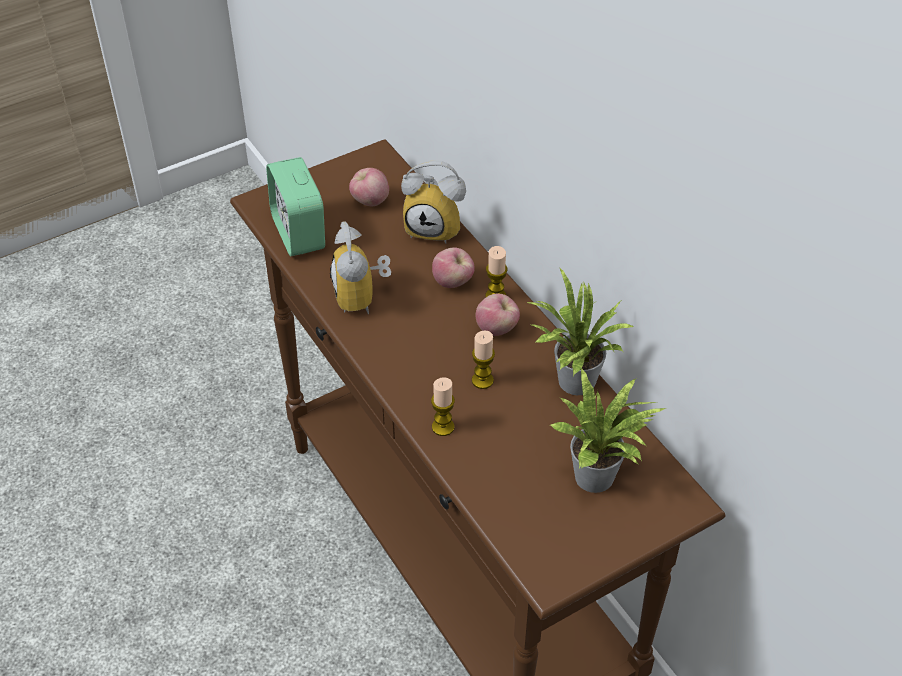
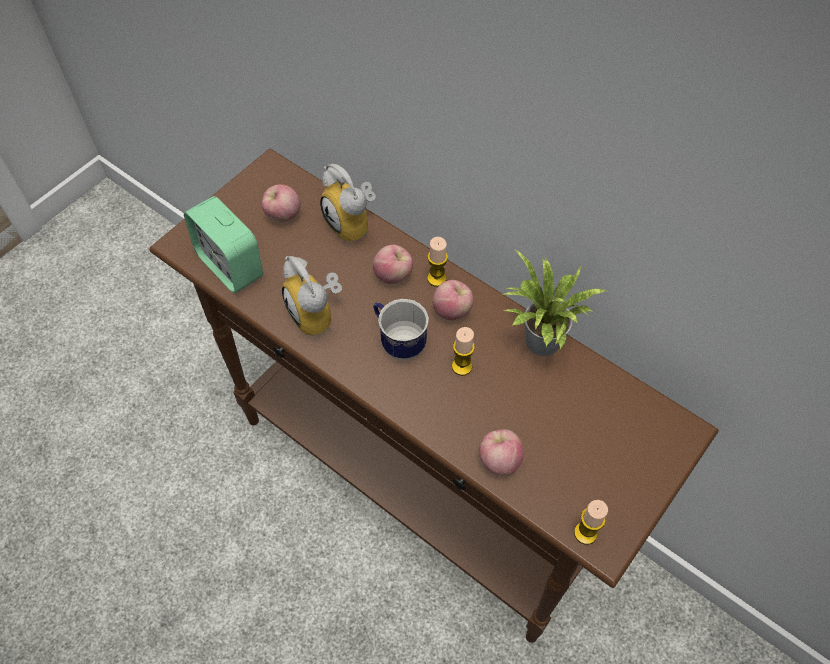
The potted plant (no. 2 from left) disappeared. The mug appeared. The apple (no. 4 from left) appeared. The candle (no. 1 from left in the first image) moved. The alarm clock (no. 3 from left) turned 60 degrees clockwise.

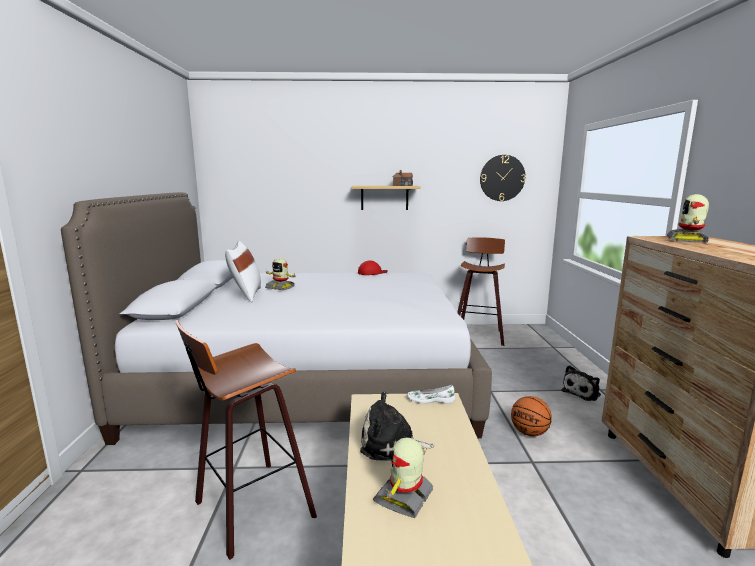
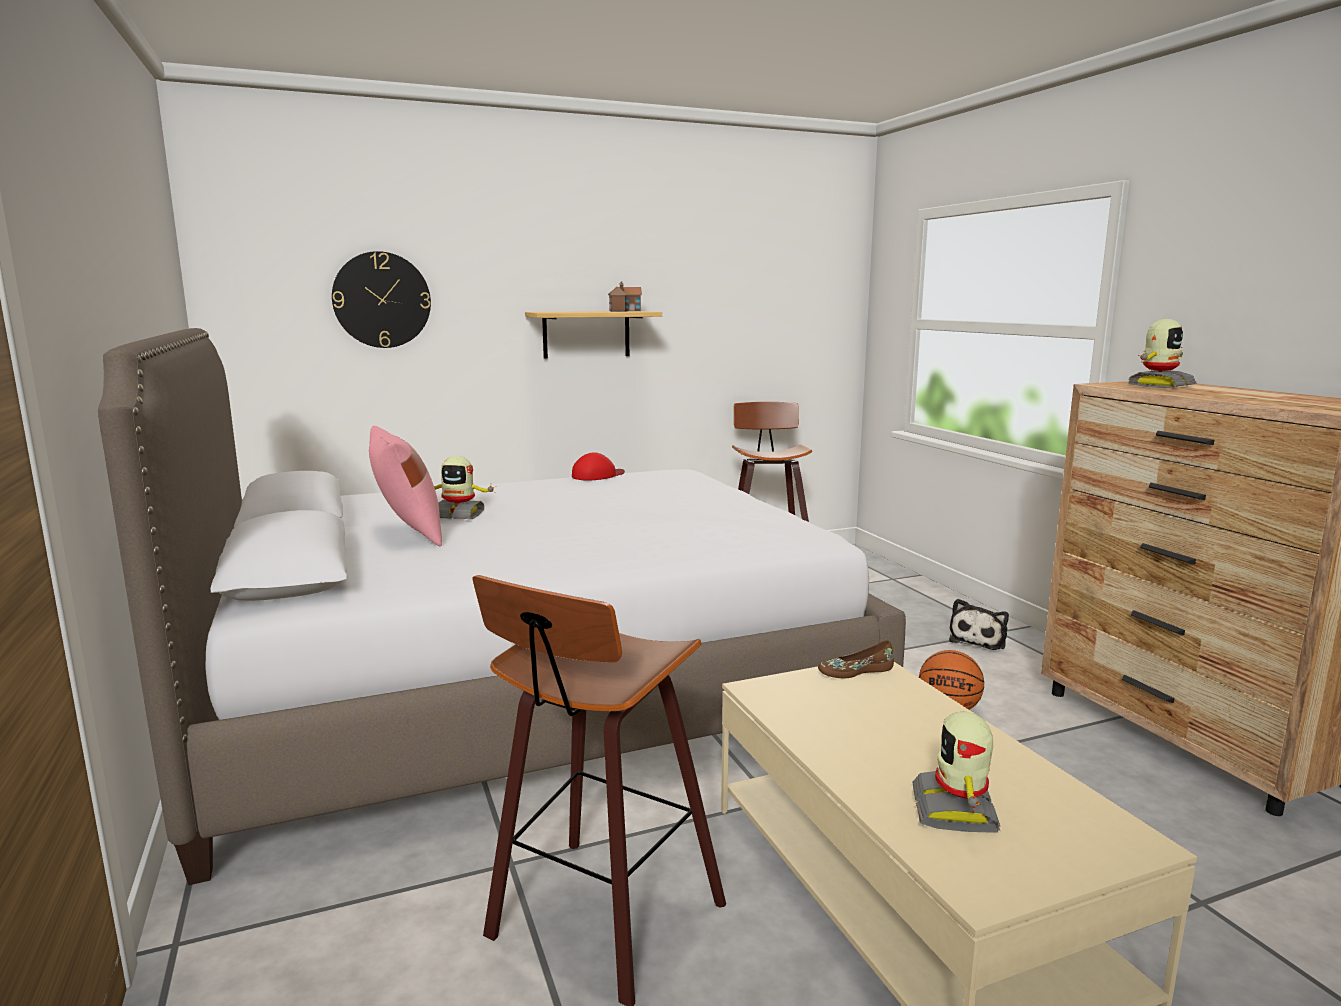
The plush toy (no. 1 from left) disappeared. The wall clock moved. The pillow (white) became the pillow (pink). The shoe (white) became the shoe (brown). The toy robot (no. 3 from left) turned 135 degrees counterclockwise.

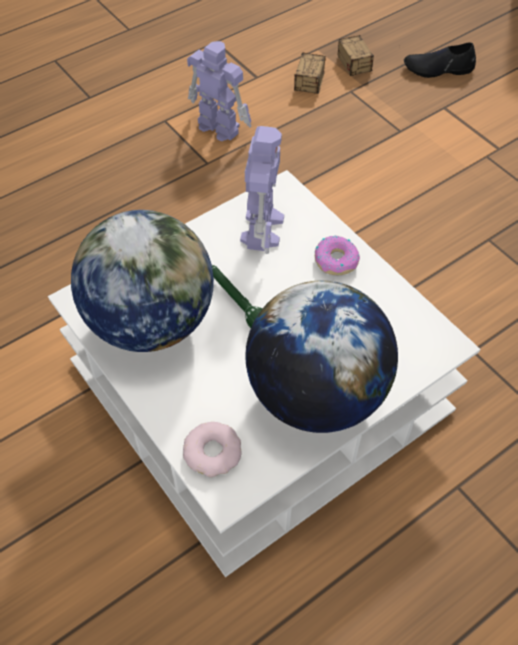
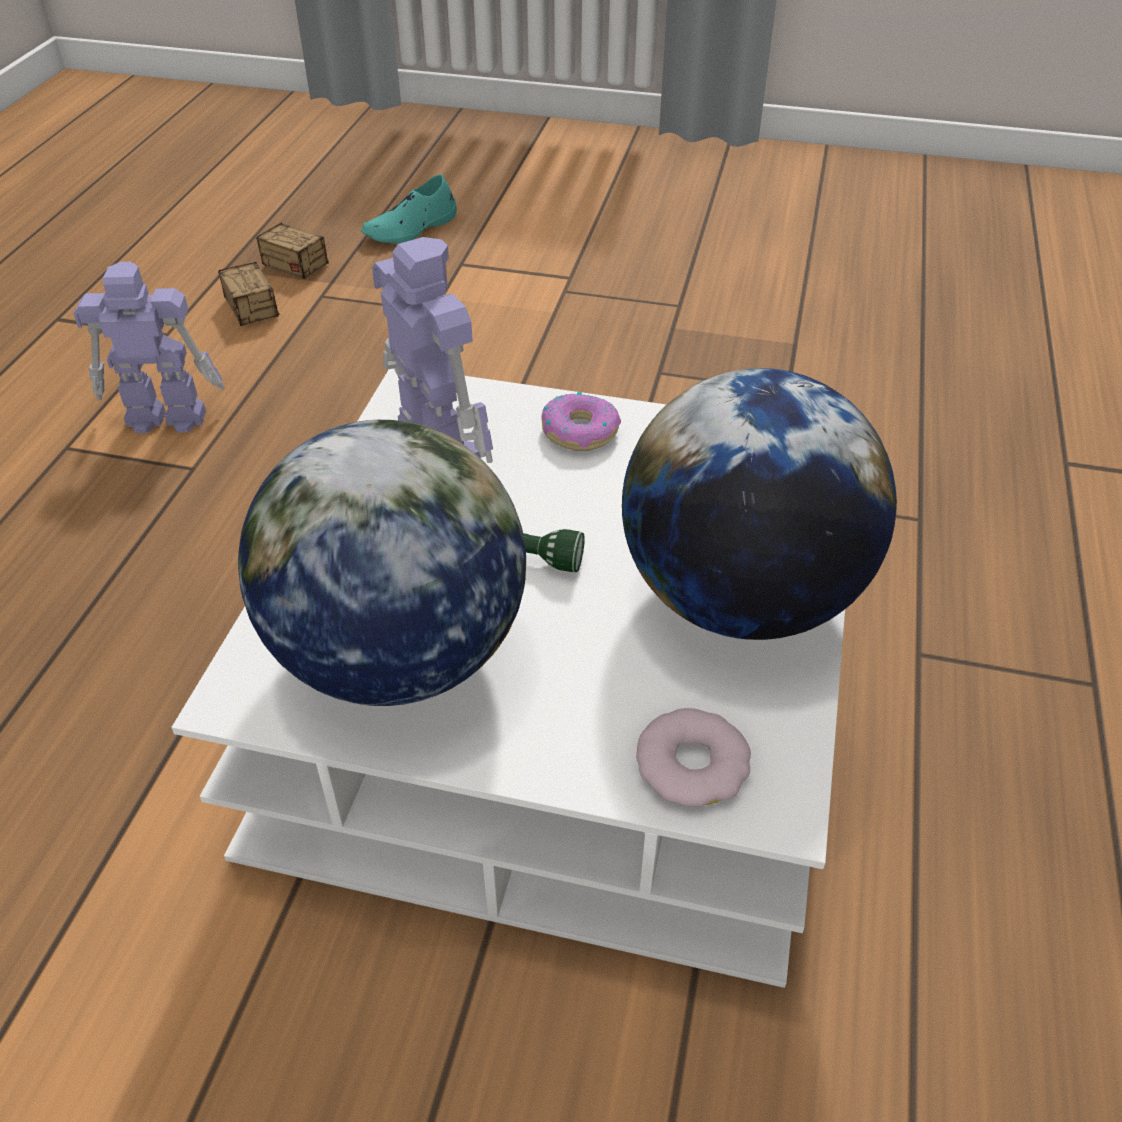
The shoe (black) became the shoe (turquoise).

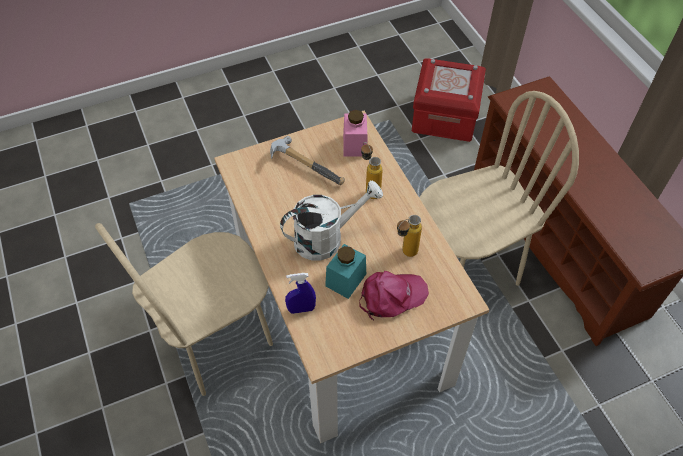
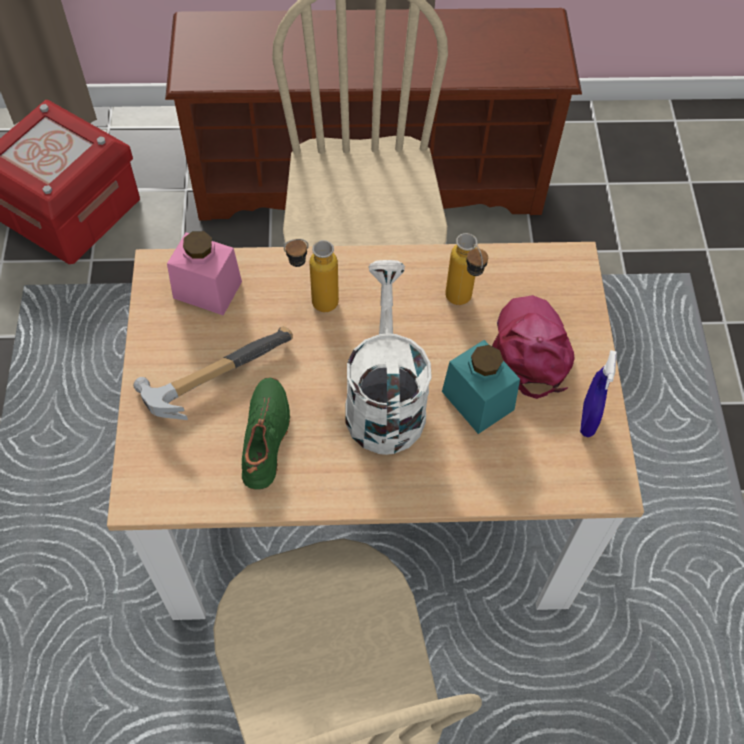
The shoe (green) appeared. The spray bottle (blue) moved.

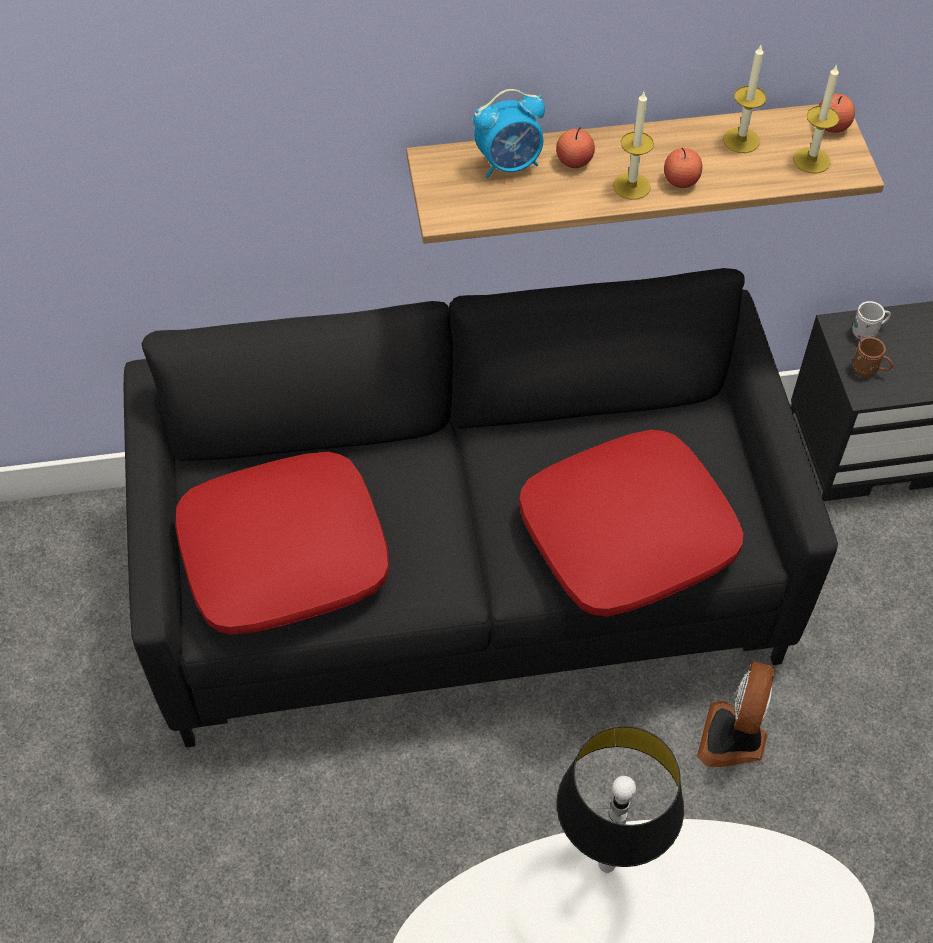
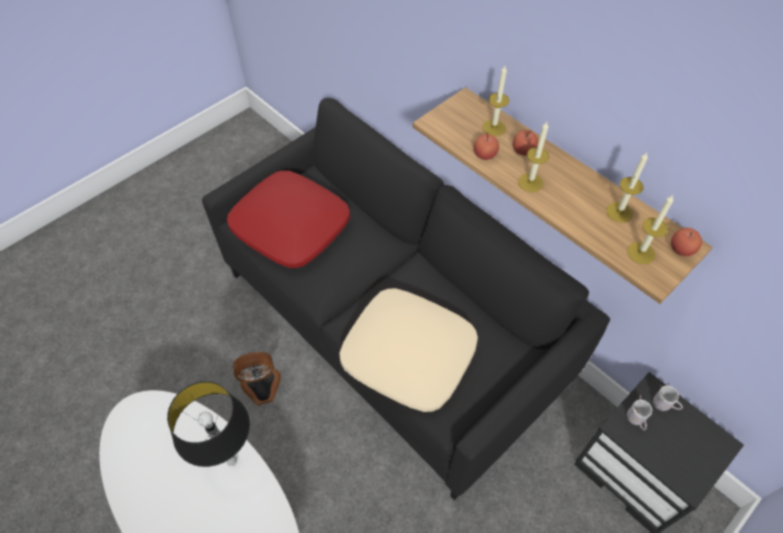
The apple (no. 2 from left in the first image) moved. The fan moved. The alarm clock was replaced by the candle (no. 1 from left). The pillow (red) (no. 2 from left) became the pillow (beige). The mug (brown) became the mug (white) (no. 1 from left).

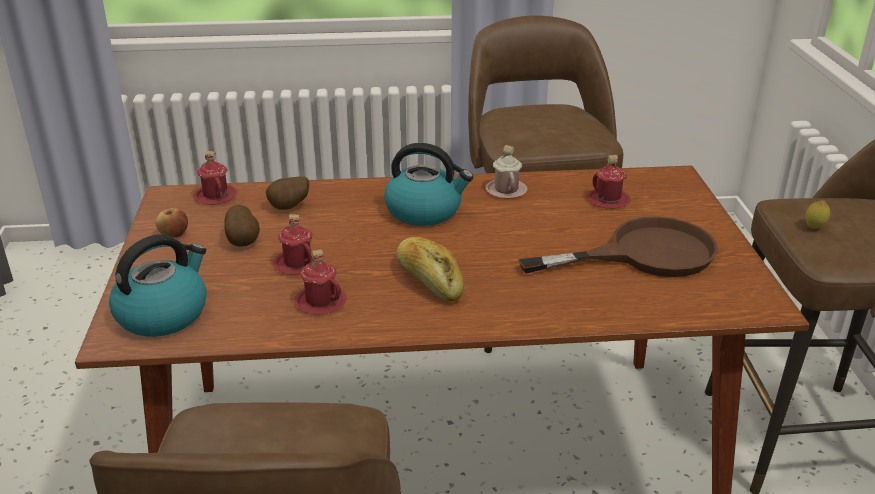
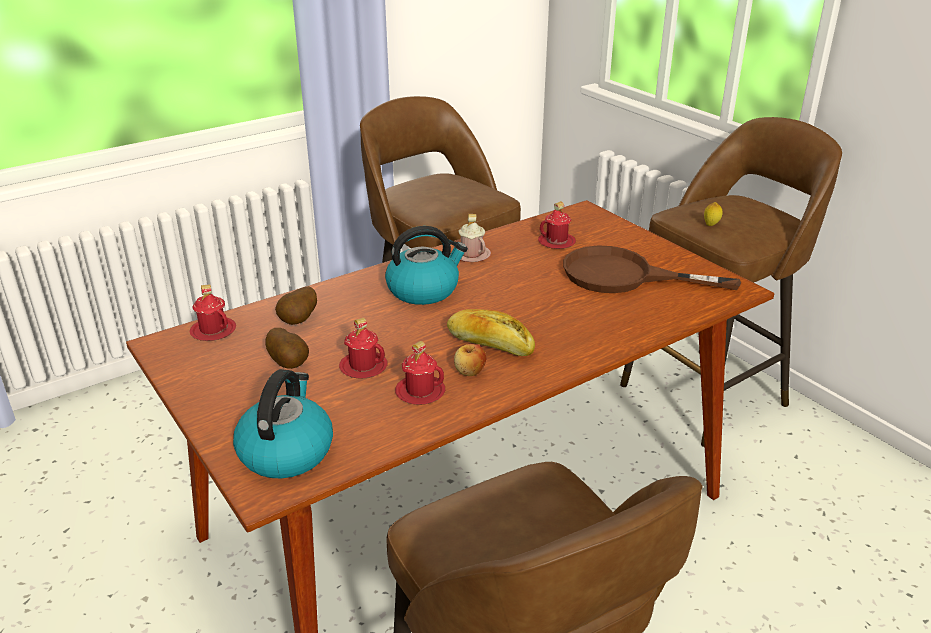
The apple moved. The frying pan (brown) turned 120 degrees counterclockwise.

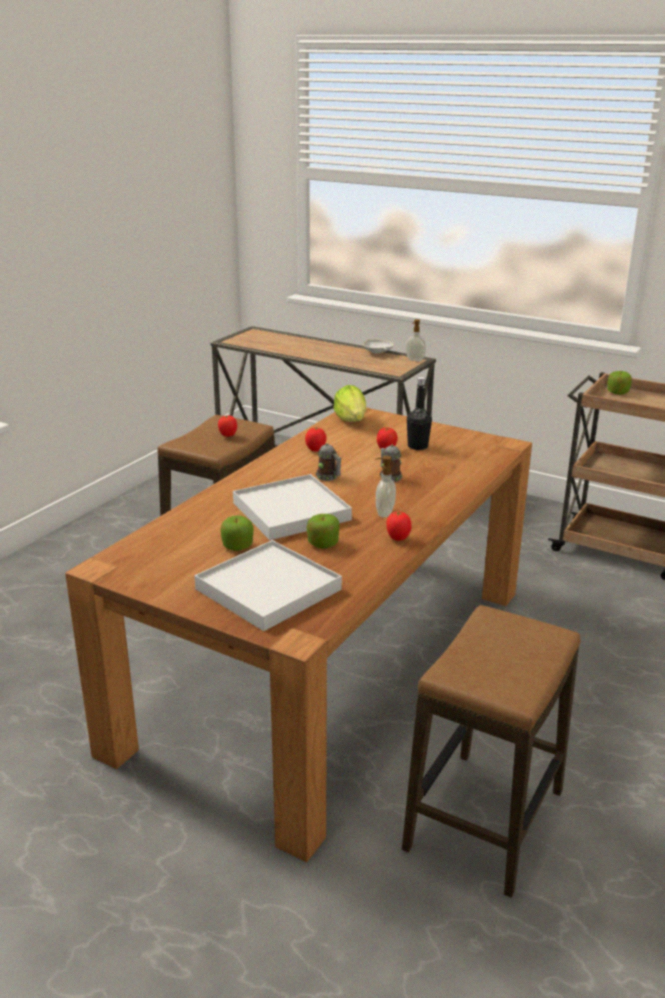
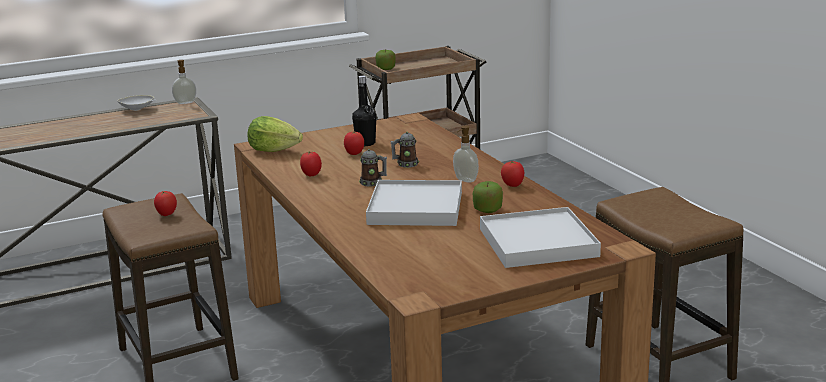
The apple (no. 1 from left) disappeared.

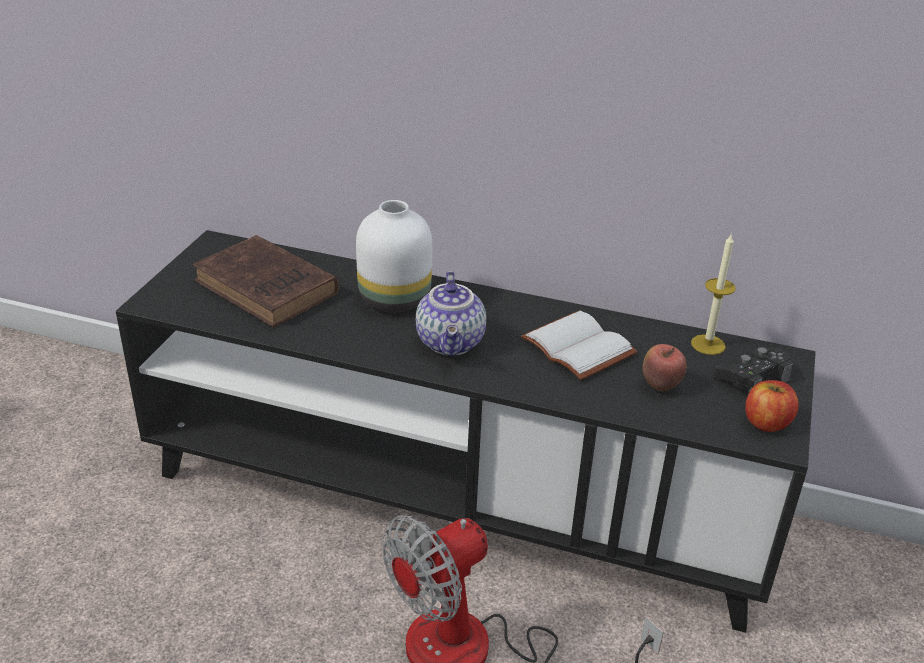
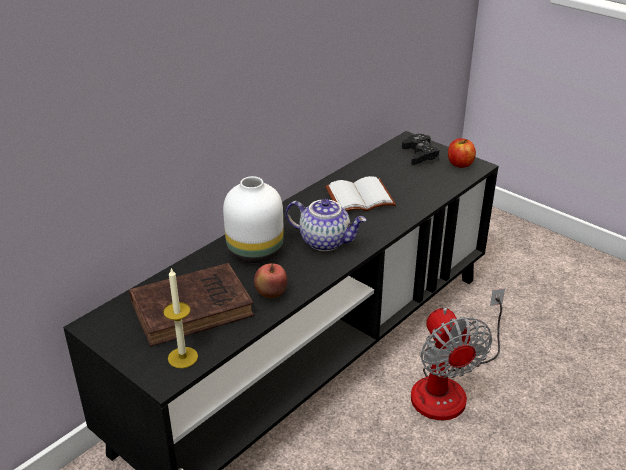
The apple (no. 1 from left) moved. The candle moved.

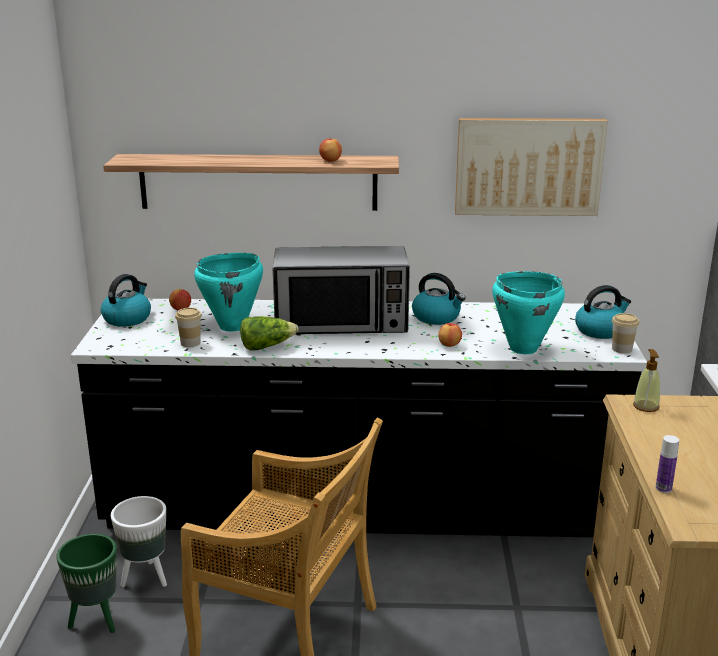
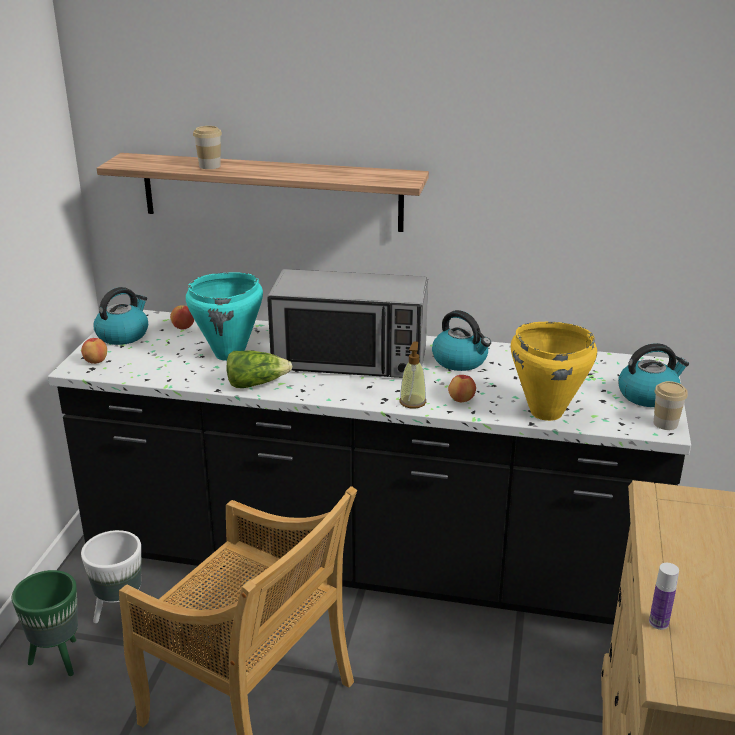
The picture disappeared. The cup (no. 1 from left) moved. The apple (no. 2 from left in the first image) moved. The soap dispenser moved. The cooking pot (turquoise) (no. 2 from left) became the cooking pot (yellow).

